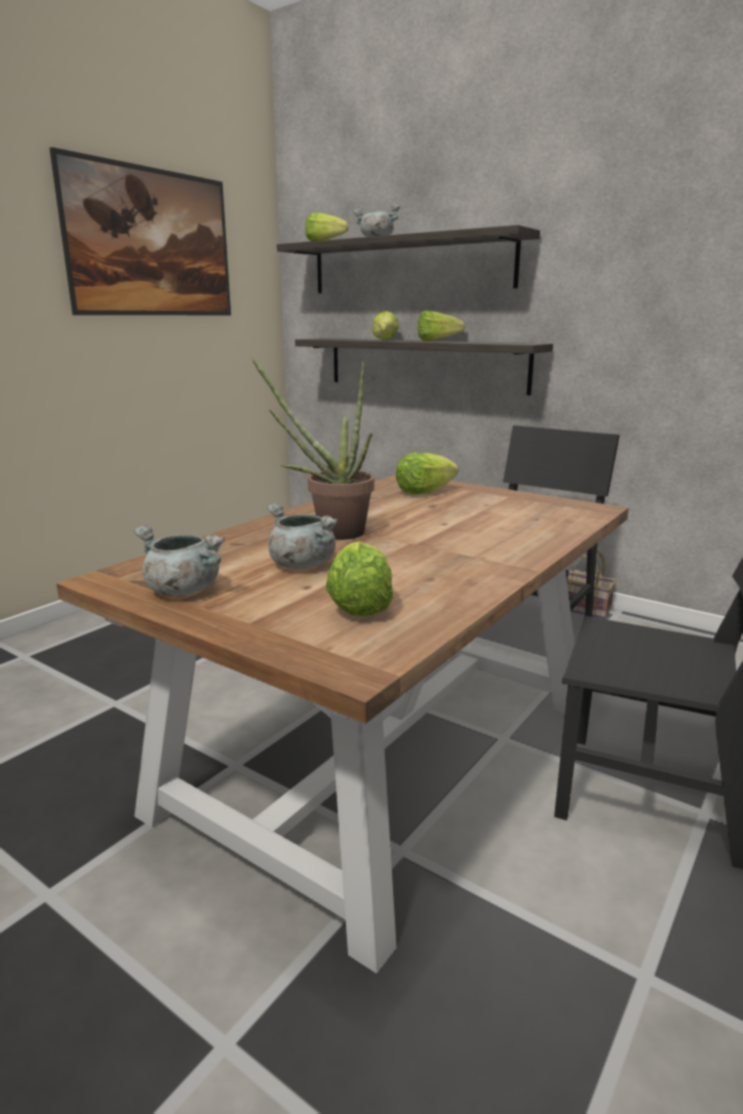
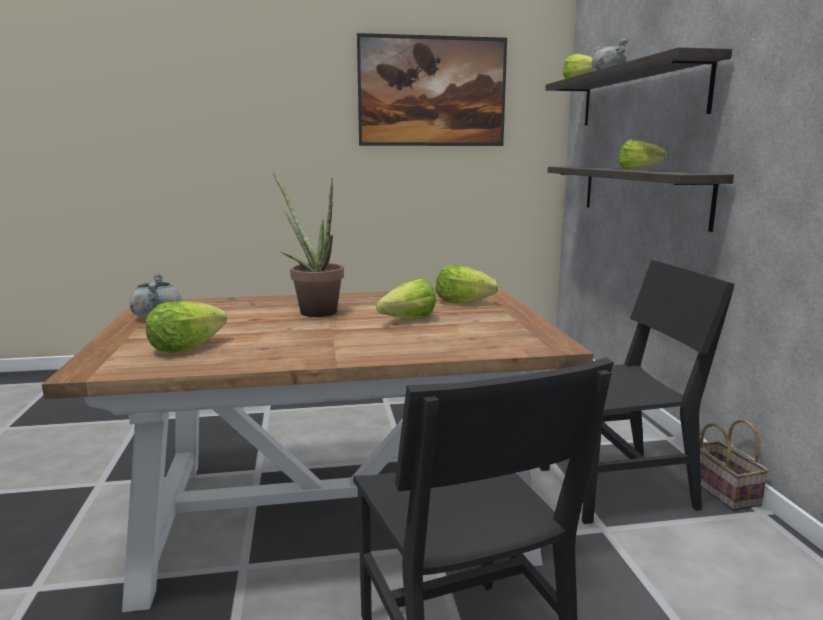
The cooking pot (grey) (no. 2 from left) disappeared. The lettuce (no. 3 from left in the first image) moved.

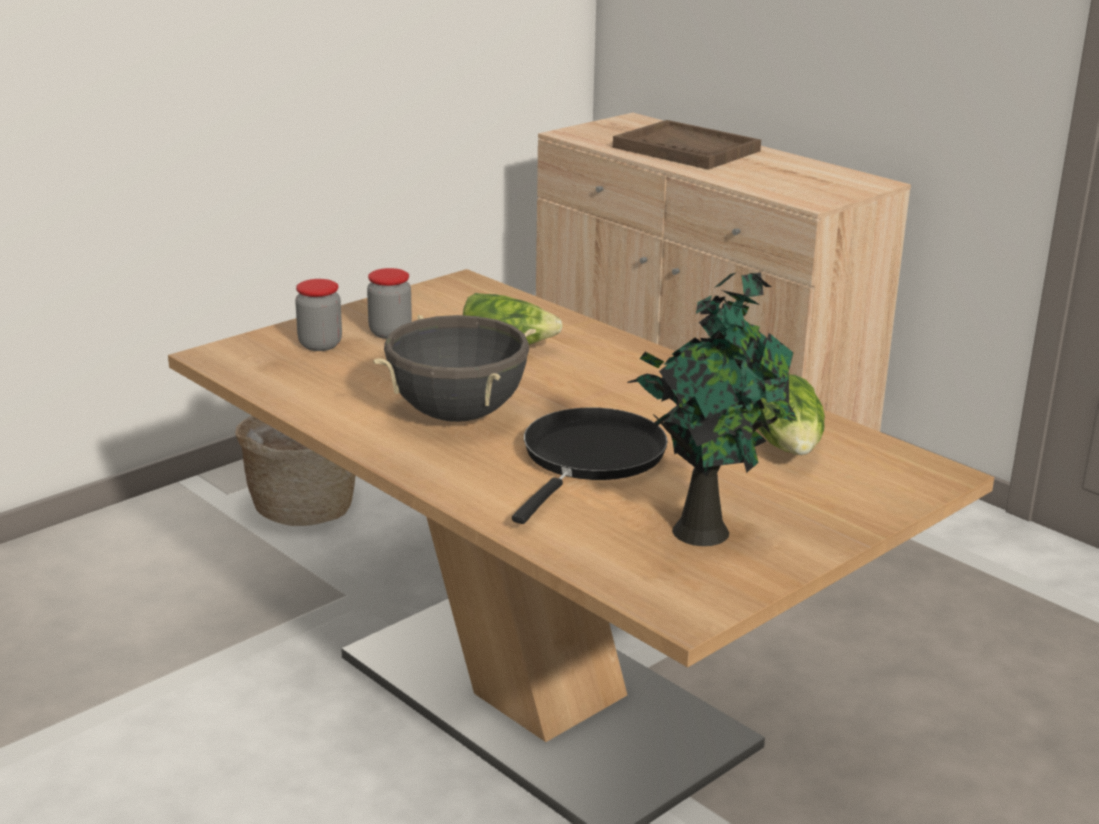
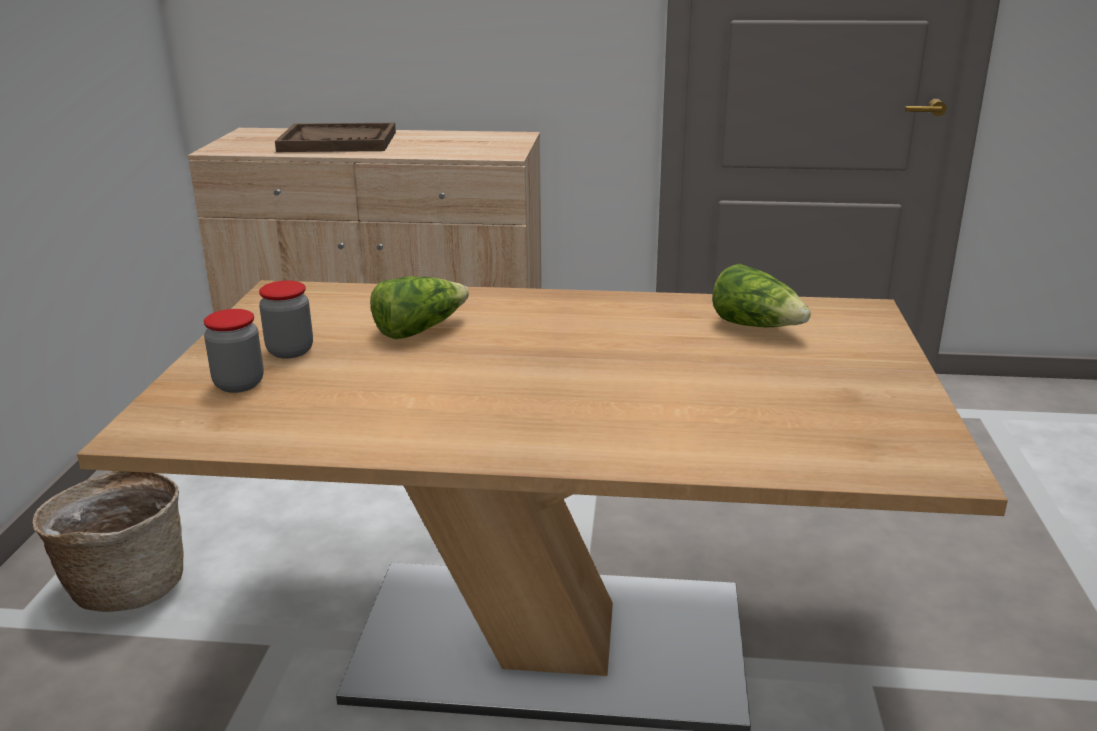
The cooking pot (black) disappeared. The frying pan (black) disappeared. The potted plant disappeared.

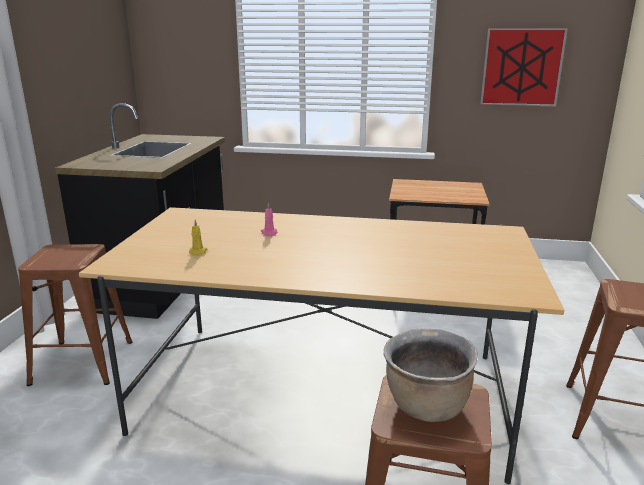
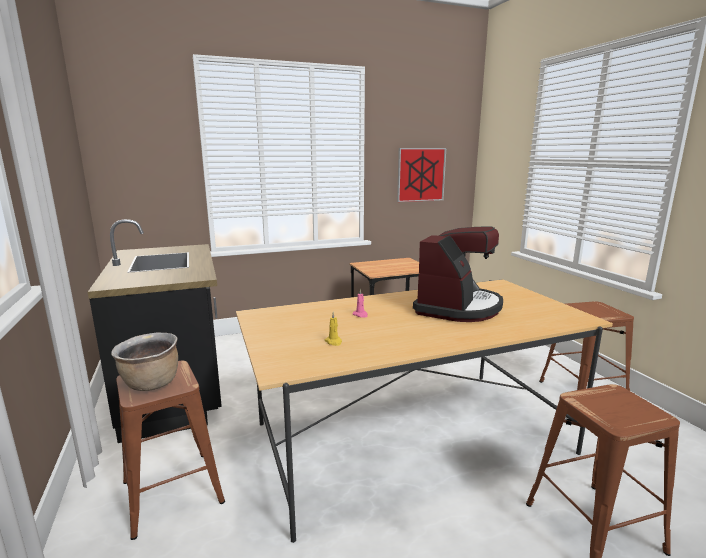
The coffee machine appeared. The cooking pot (brown) moved.

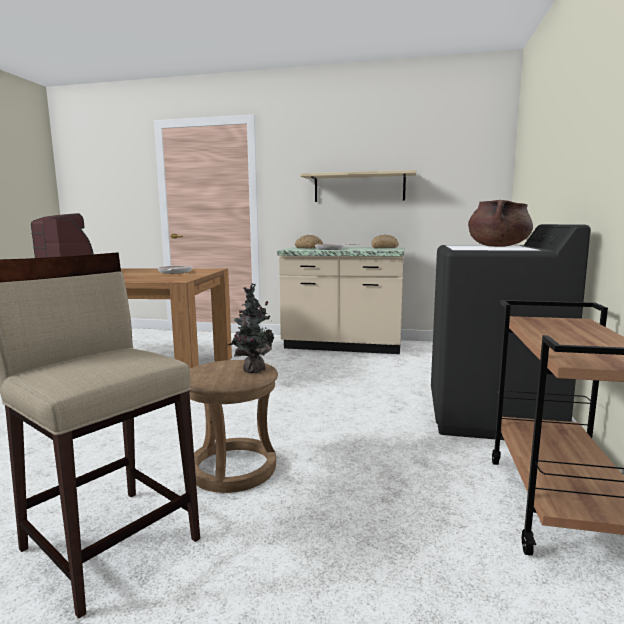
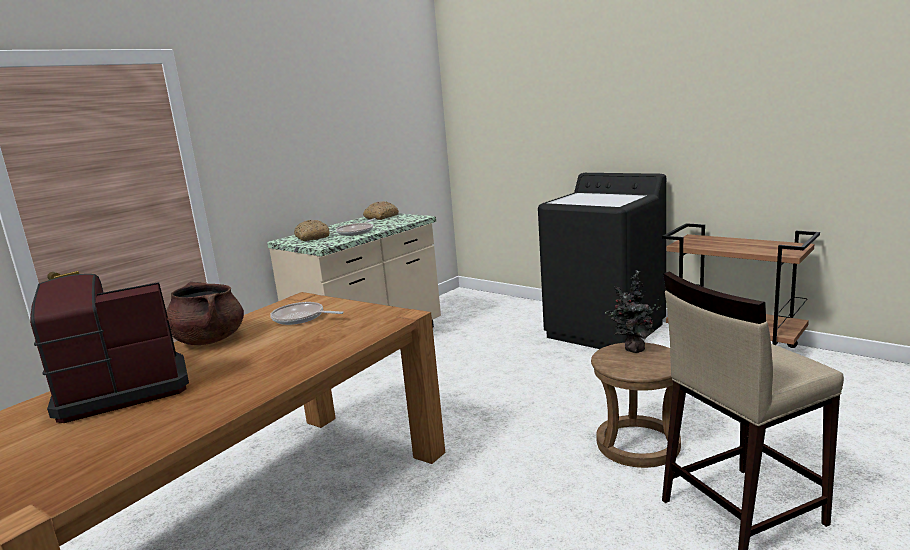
The shelf (beige) disappeared. The cooking pot (brown) moved.

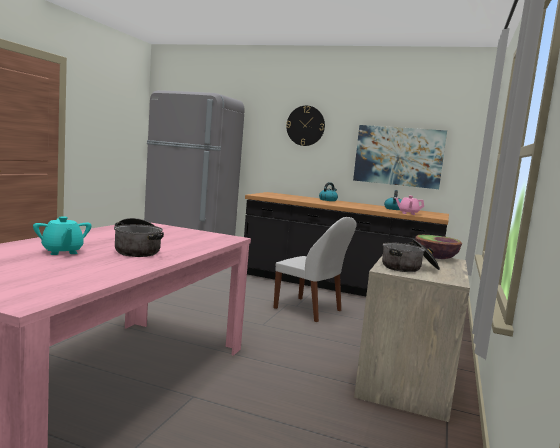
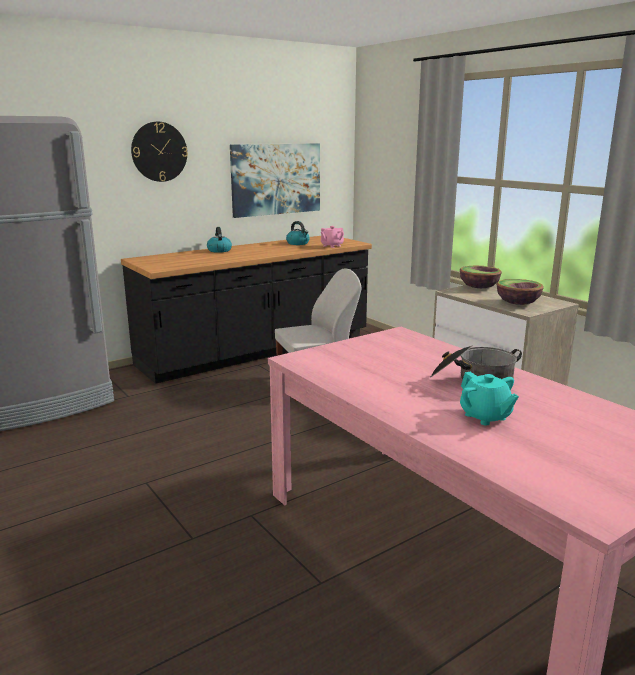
The cooking pot (no. 2 from left) was replaced by the bowl (no. 2 from left). The teapot (turquoise) turned 60 degrees clockwise.

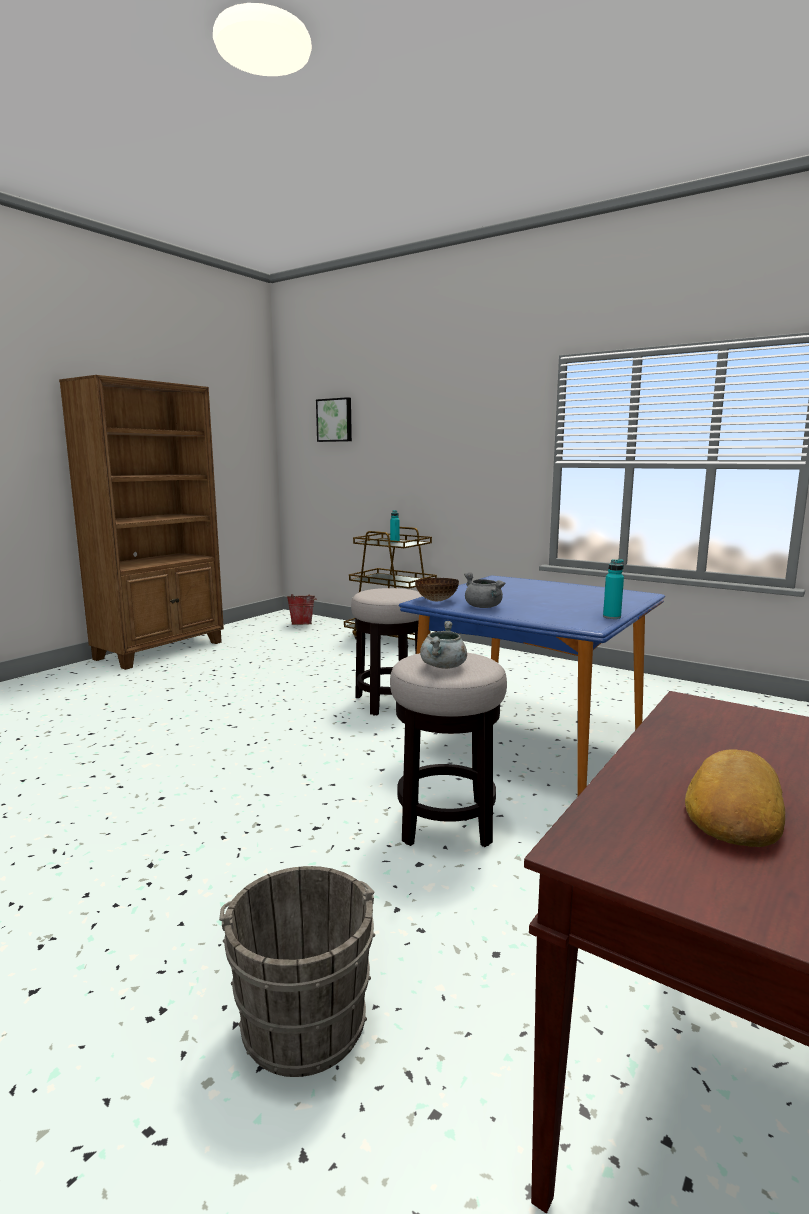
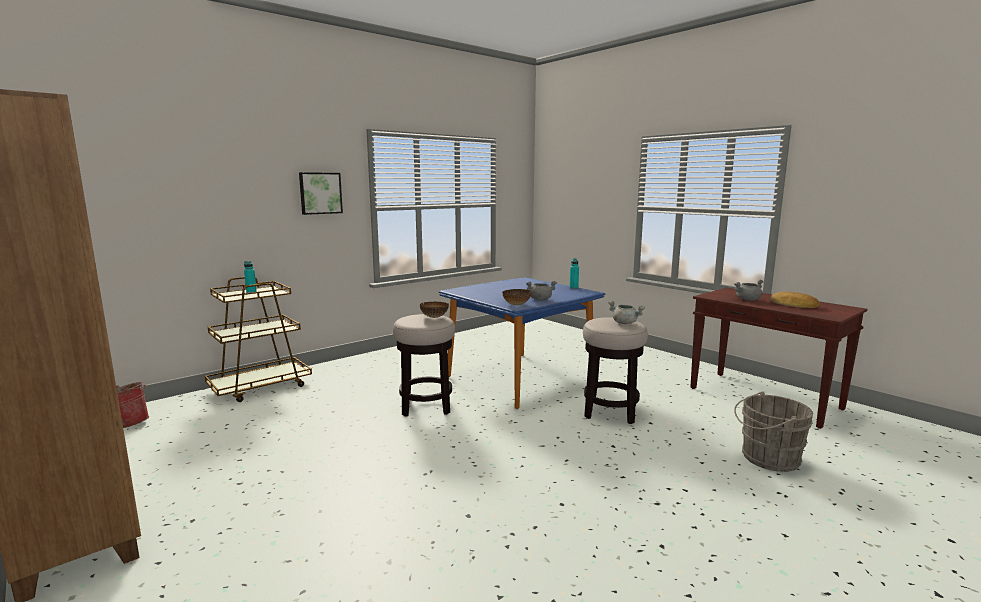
The bowl (no. 1 from left) appeared. The cooking pot (grey) (no. 3 from left) appeared. The picture moved.

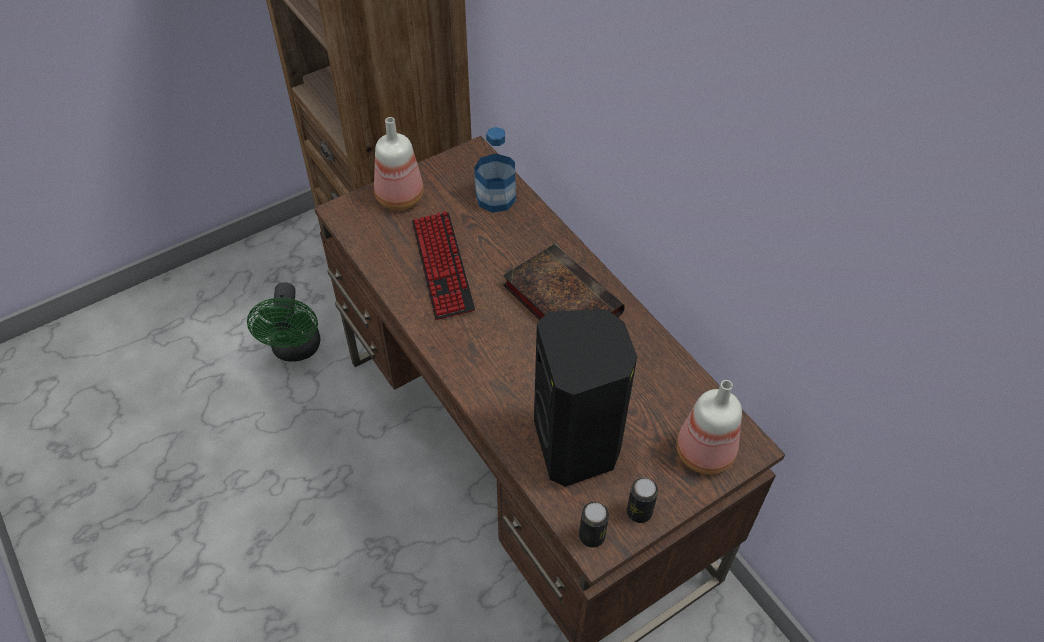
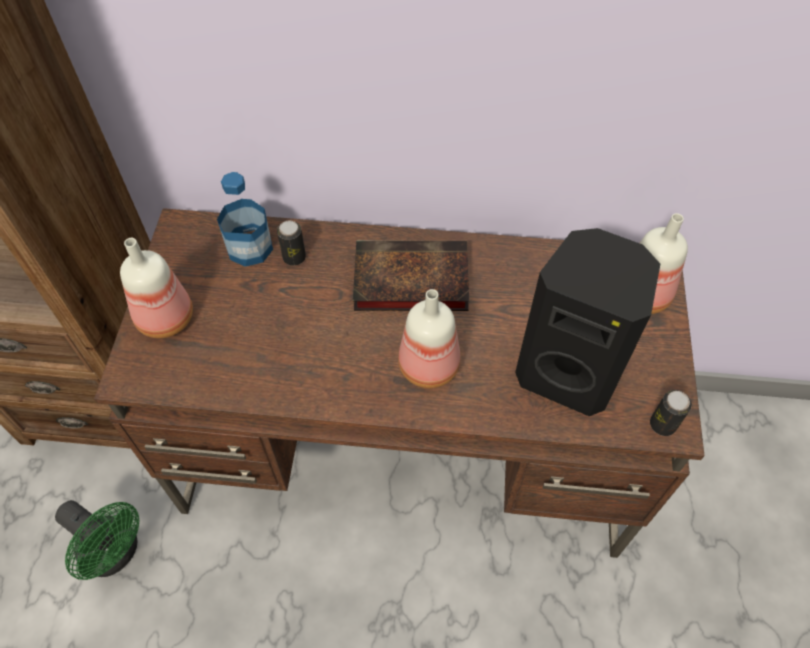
The keyboard disappeared. The bottle (no. 3 from left) appeared. The can (no. 2 from left in the first image) moved.

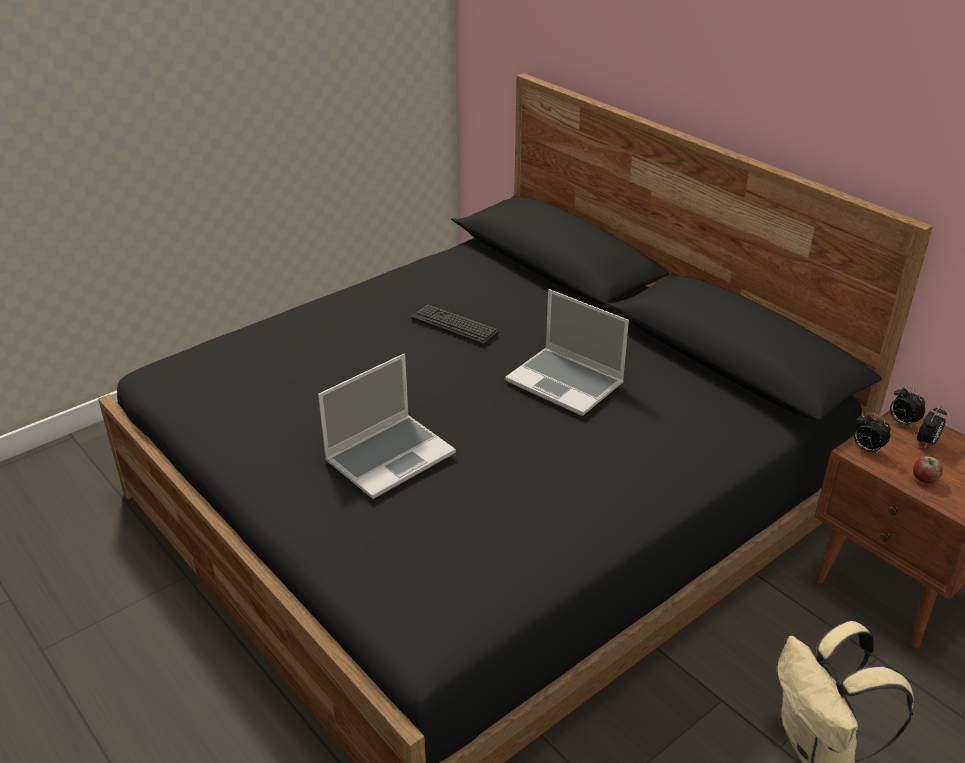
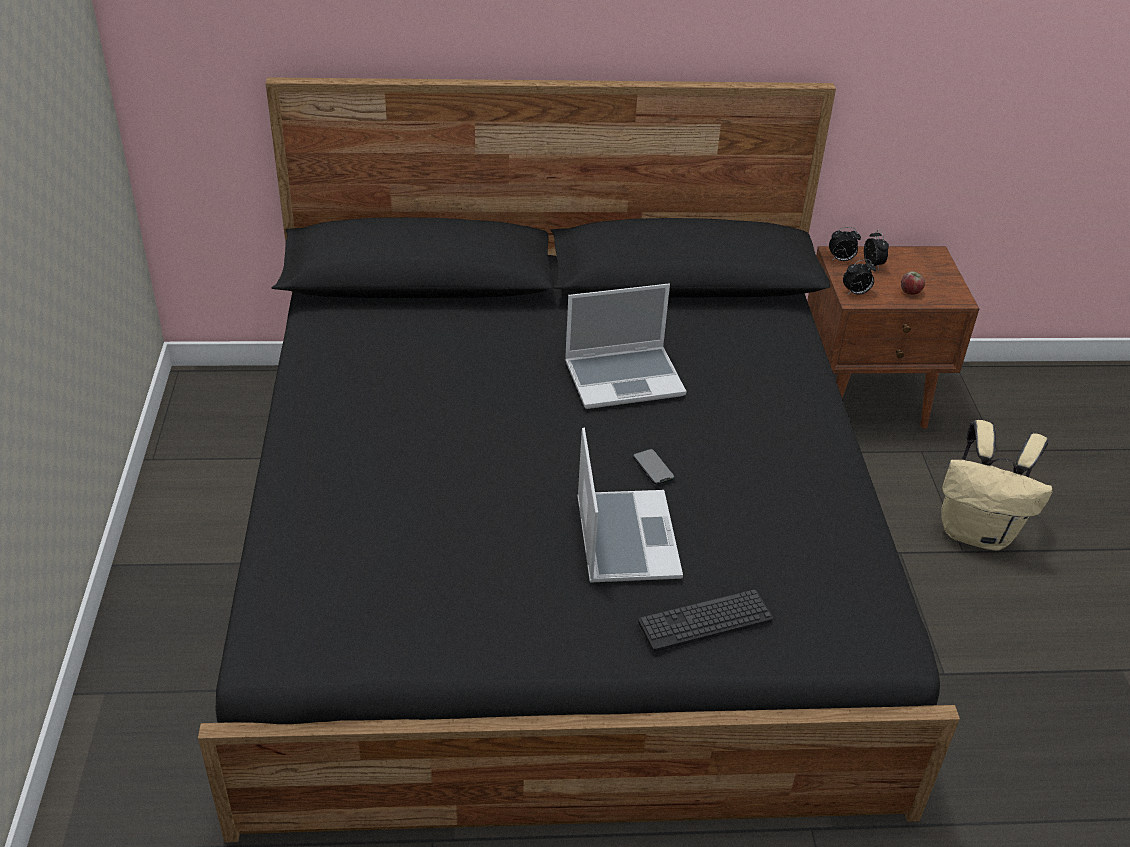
The phone appeared. The keyboard moved.

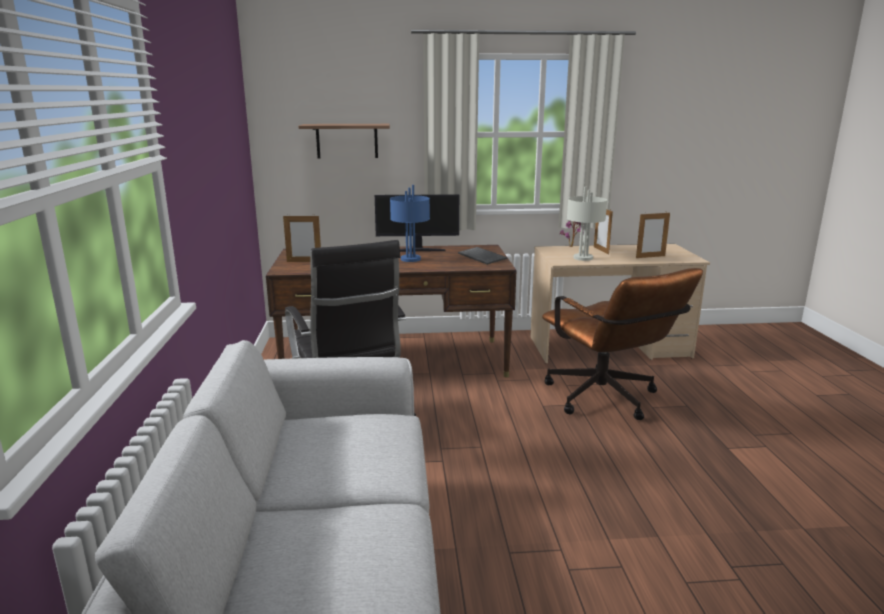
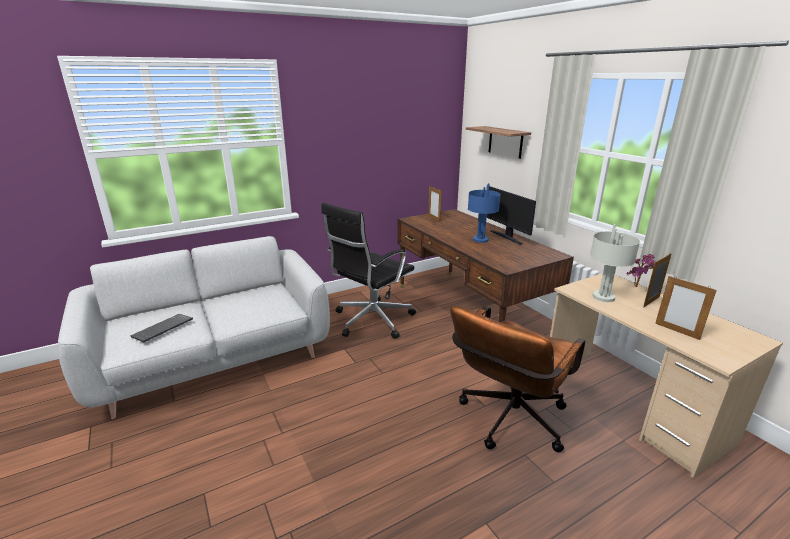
The keyboard moved.

